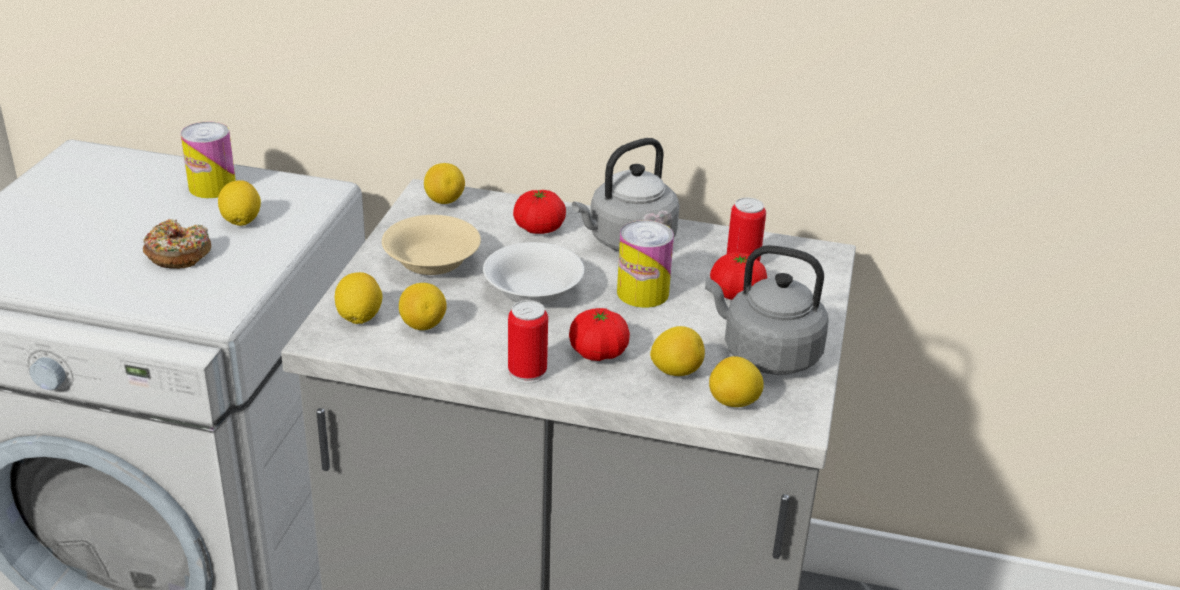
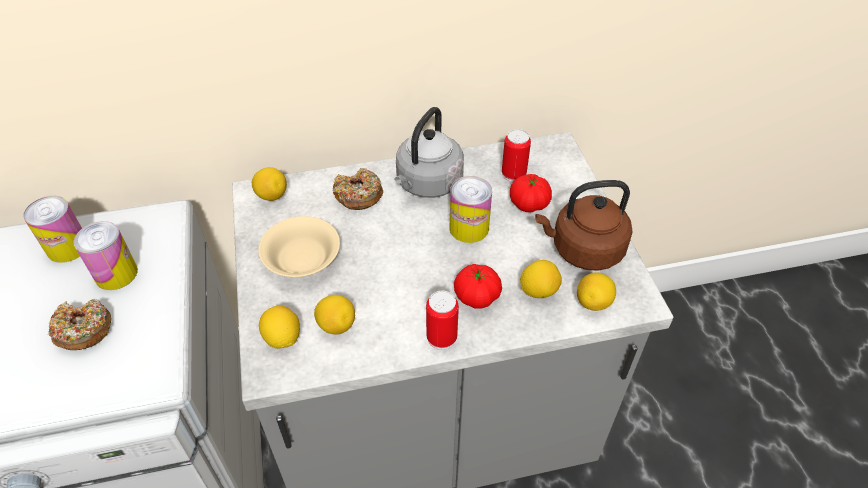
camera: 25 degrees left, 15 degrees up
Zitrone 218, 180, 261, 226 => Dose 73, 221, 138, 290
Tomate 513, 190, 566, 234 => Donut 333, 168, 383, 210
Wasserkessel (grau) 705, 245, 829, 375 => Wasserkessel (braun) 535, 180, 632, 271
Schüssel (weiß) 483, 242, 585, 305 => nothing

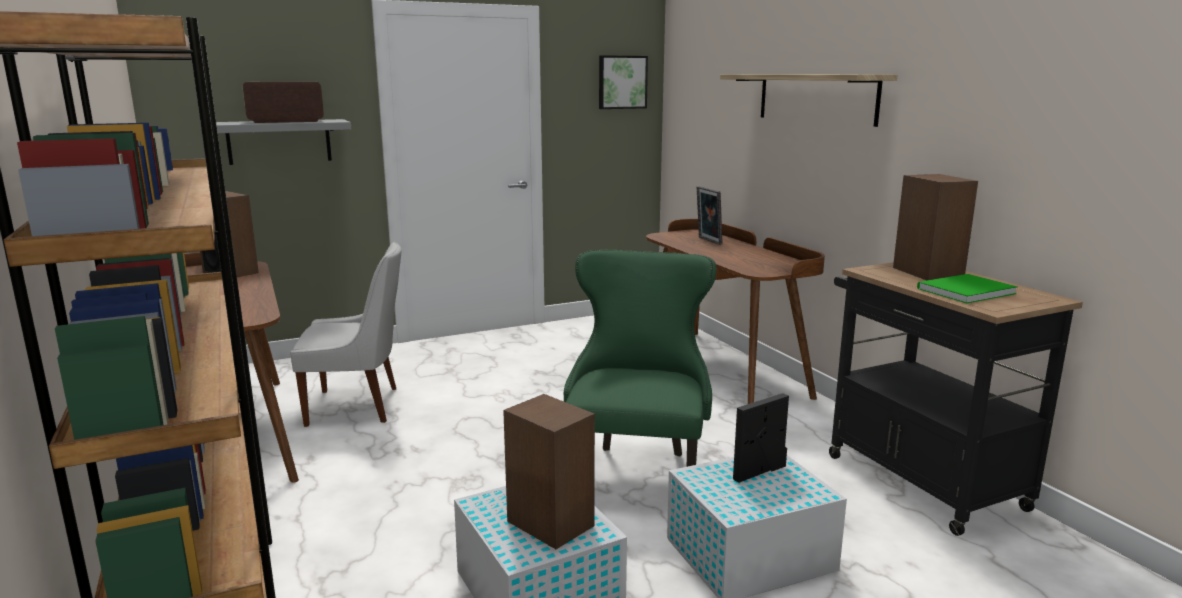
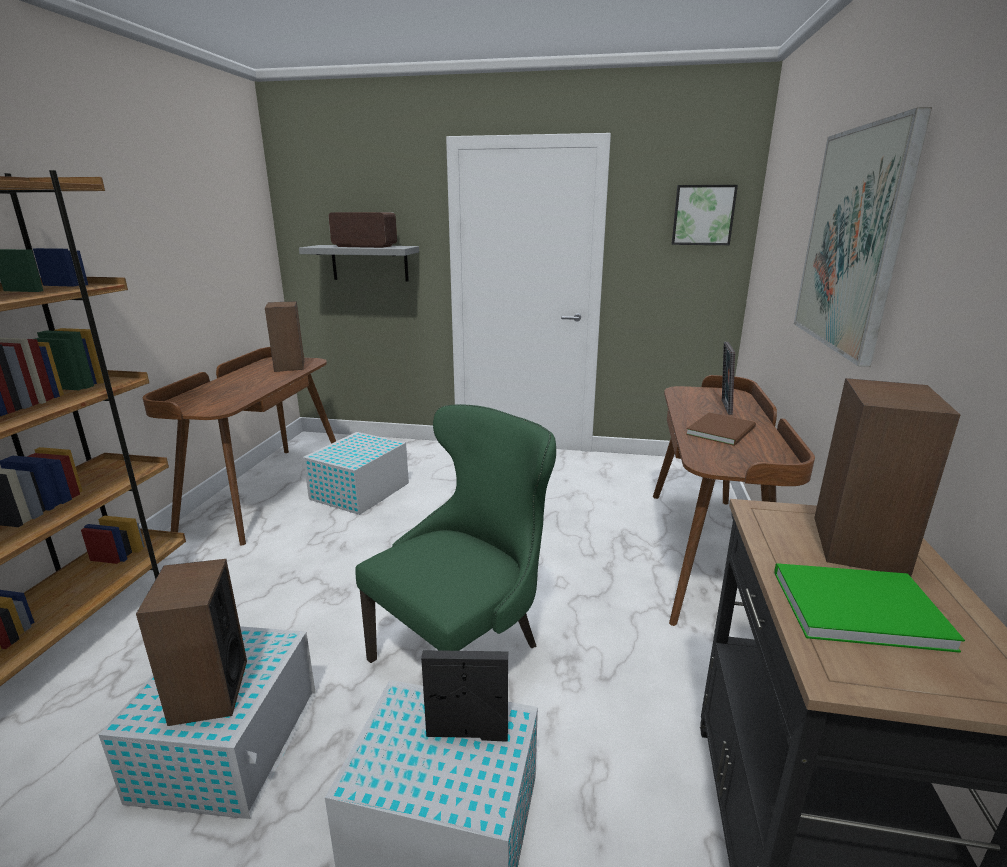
camera: 35 degrees right, 5 degrees up
Stuhl (weiß) 290, 242, 401, 427 => Aufbewahrungsbox (weiß) 303, 432, 409, 515
nothing => Buch (braun) 686, 413, 756, 446
Wandregal 720, 74, 898, 127 => Bild 794, 107, 932, 367

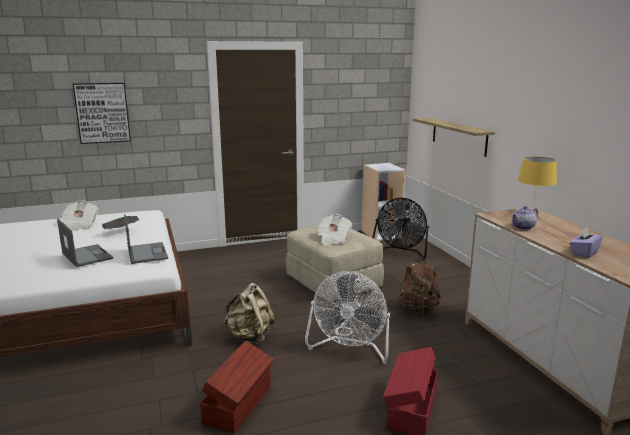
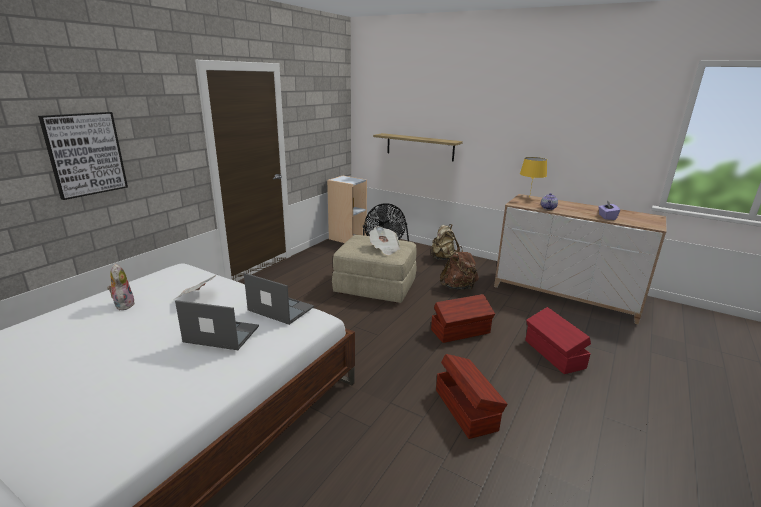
camera: 40 degrees left, 5 degrees up
Zeitung 61, 200, 99, 231 => Plüschtier 107, 263, 135, 310
Rucksack (beige) 223, 283, 275, 344 => Rucksack (beige) 431, 224, 460, 260, moved
Ventilator (weiß) 305, 271, 390, 364 => Aufbewahrungsbox (braun) 431, 294, 495, 343

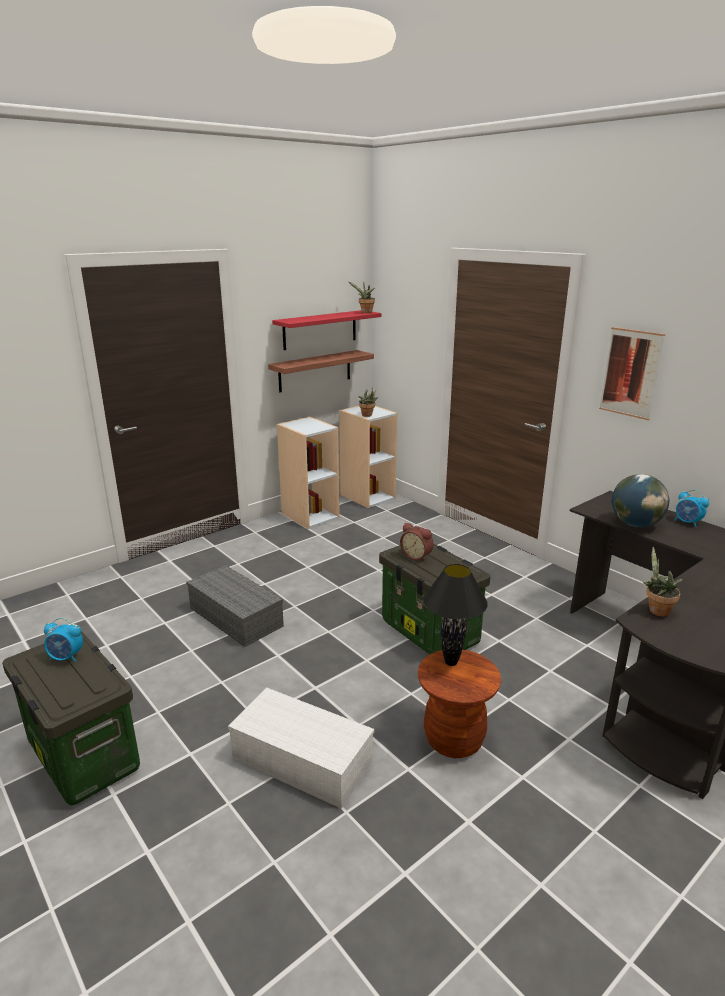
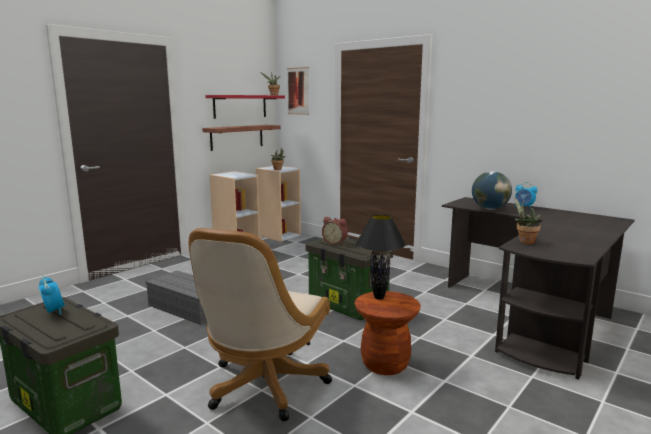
camera: 10 degrees left, 10 degrees down
Wecker 44, 618, 83, 662 => Wecker 38, 276, 65, 315, 120 degrees counterclockwise
Aufbewahrungsbox (weiß) 228, 688, 374, 809 => Bürostuhl 188, 228, 332, 421
Bild 599, 327, 665, 420 => Bild 287, 67, 310, 115, moved

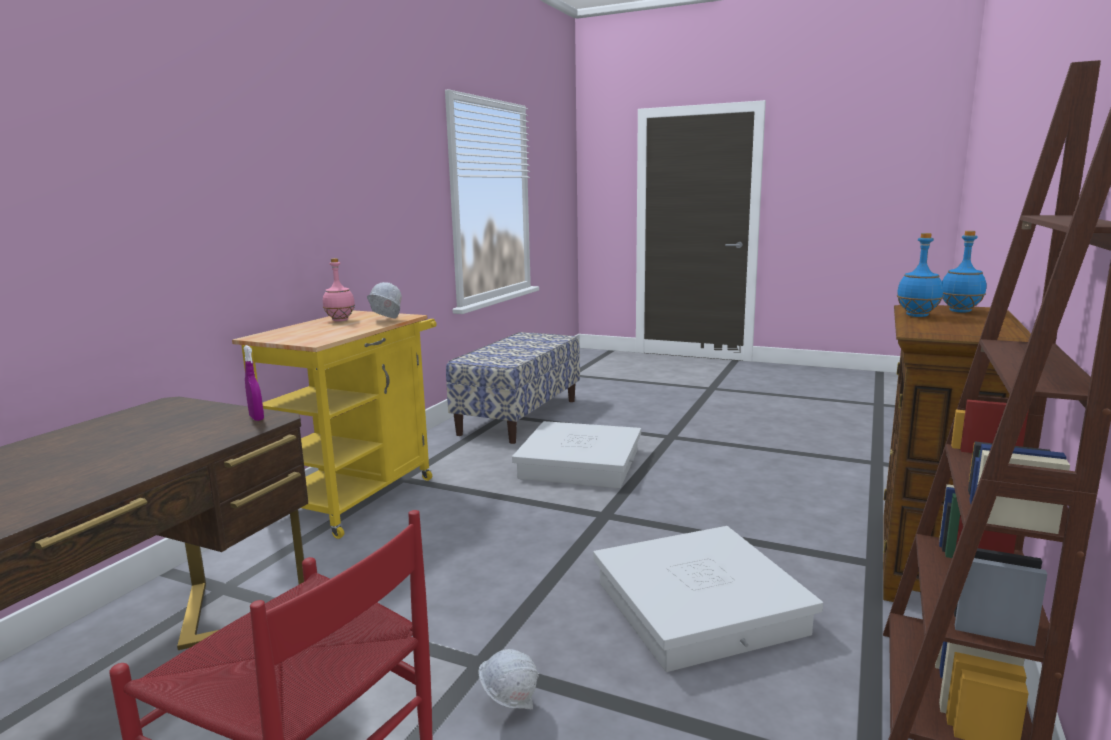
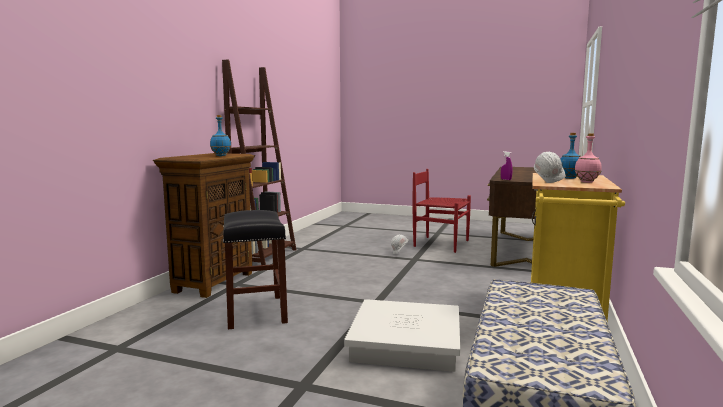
camera: 175 degrees right, 5 degrees down
nothing => Hocker (schwarz) 223, 210, 288, 330
Flasche (blau) 942, 231, 986, 313 => Flasche (blau) 560, 133, 581, 179, moved
Aufbewahrungsbox (weiß) 593, 526, 823, 672 => nothing

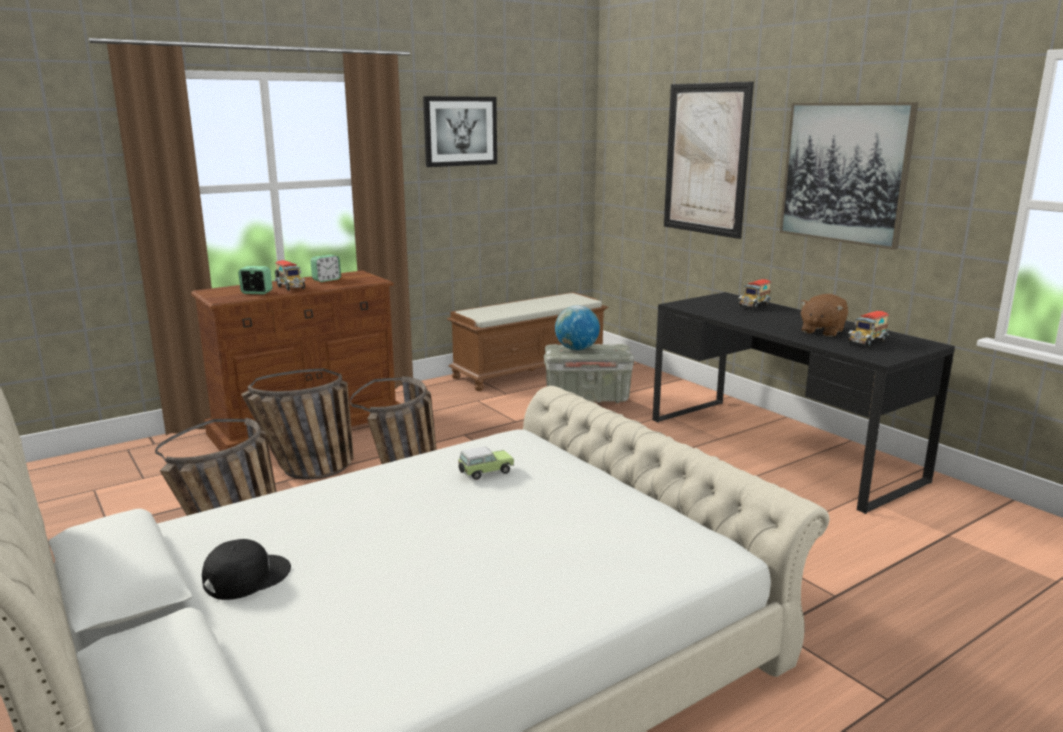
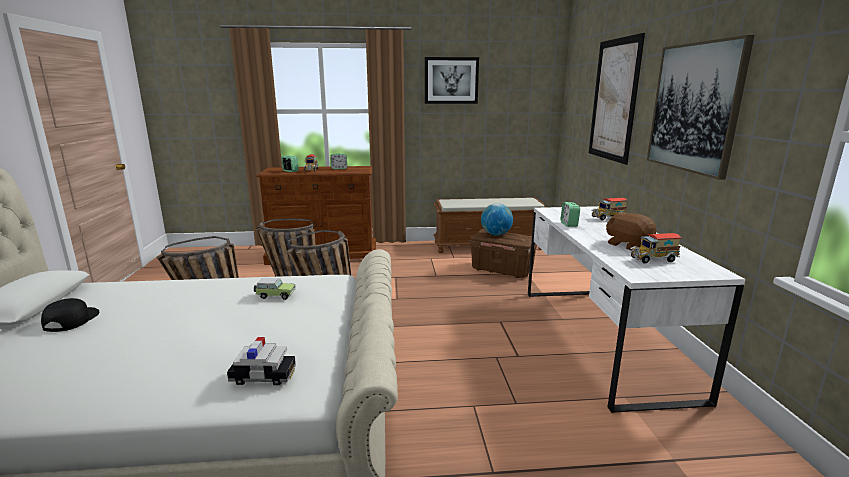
camera: 30 degrees right, 0 degrees up
Kappe (schwarz) 202, 539, 291, 600 => Kappe (schwarz) 41, 298, 99, 332, 75 degrees counterclockwise
nothing => Spielzeugauto 227, 337, 296, 385
Aufbewahrungsbox (grau) 544, 344, 634, 403 => Aufbewahrungsbox (braun) 470, 229, 537, 278
Schreibtisch (schwarz) 653, 292, 955, 514 => Schreibtisch (weiß) 528, 206, 746, 413
nothing => Wecker 561, 202, 580, 227
Plüschtier (braun) 800, 294, 848, 337 => Plüschtier (braun) 606, 212, 656, 250, 75 degrees clockwise

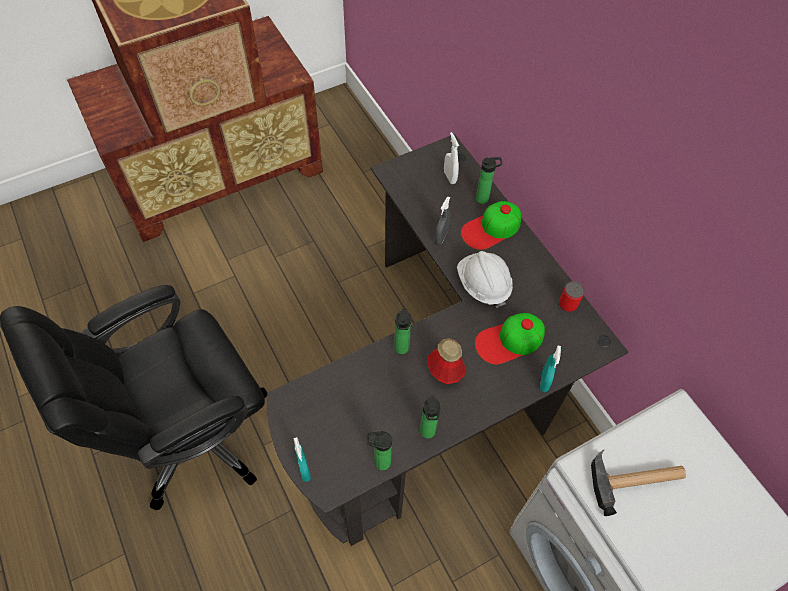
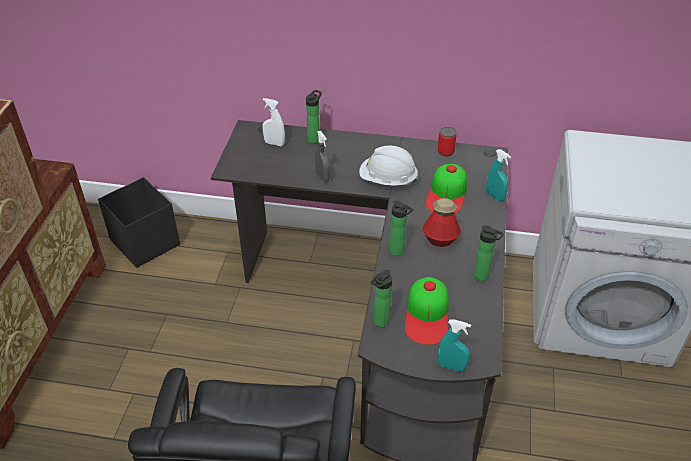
camera: 50 degrees left, 15 degrees down
nothing => Aufbewahrungsbox (schwarz) 98, 177, 180, 268
Flasche 367, 431, 393, 470 => Flasche 371, 269, 392, 327, moved
Kappe 461, 201, 521, 250 => Kappe 405, 277, 449, 345, moved
Hammer 591, 449, 686, 516 => nothing

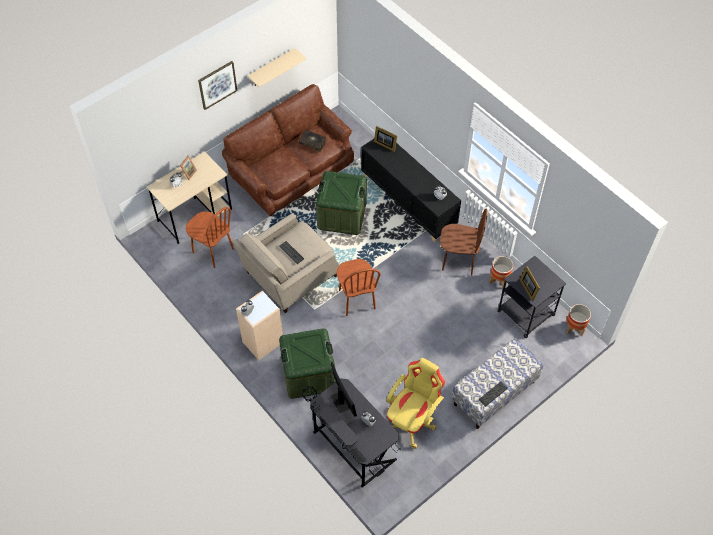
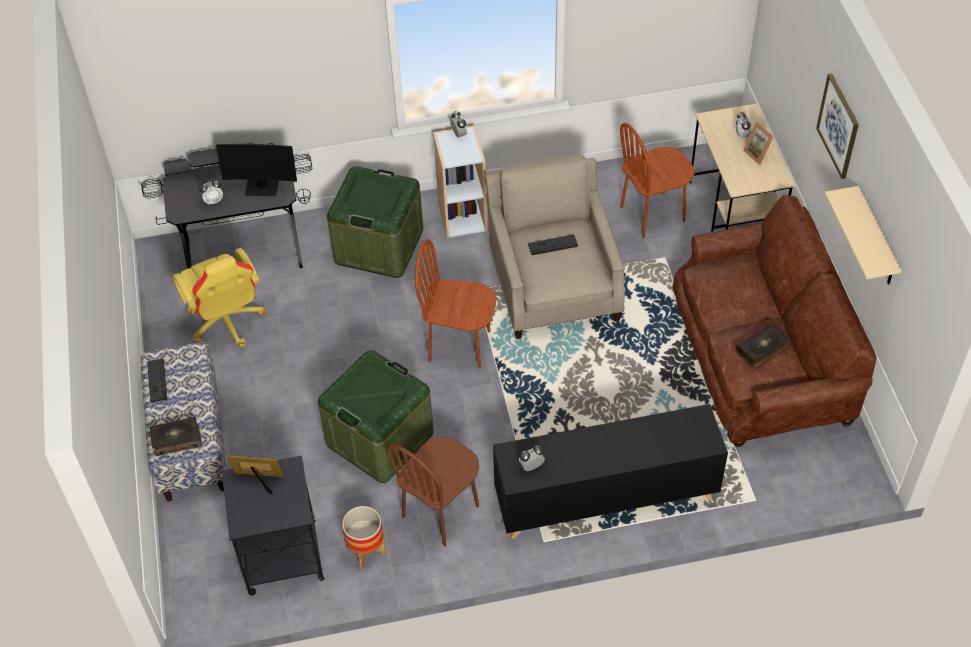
camera: 120 degrees right, 5 degrees down
nothing => Buch 150, 417, 202, 456
Aufbewahrungsbox (grün) 316, 171, 367, 235 => Aufbewahrungsbox (grün) 318, 350, 434, 483, moved
Bilderrahmen 374, 126, 397, 152 => nothing
Pflanzkübel 566, 304, 591, 337 => nothing

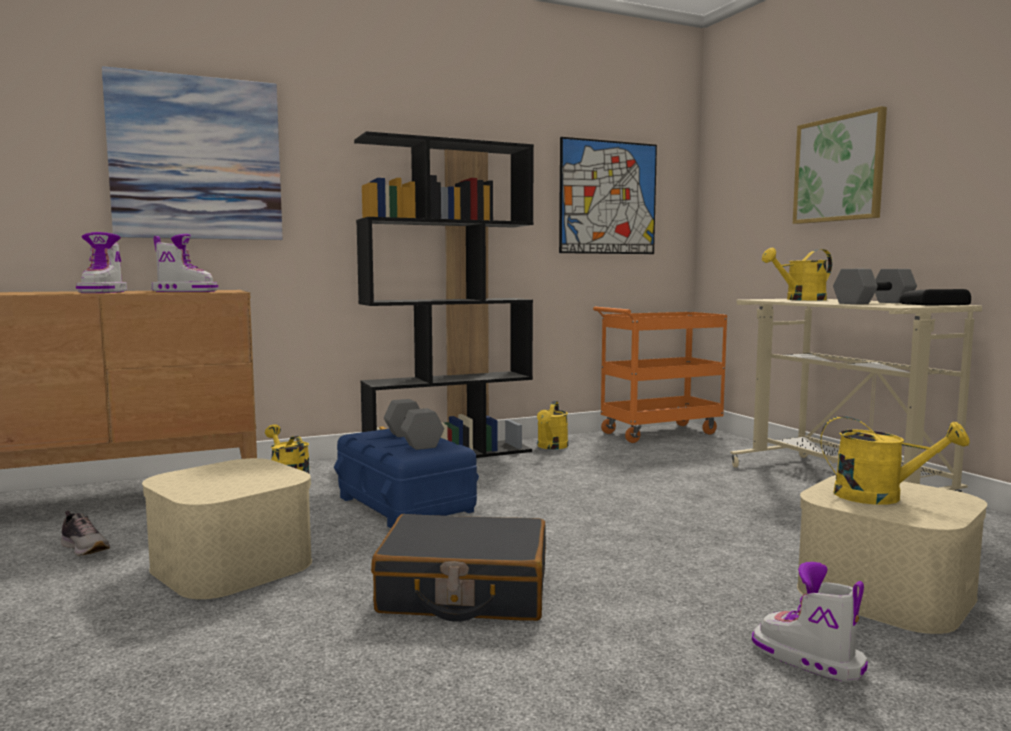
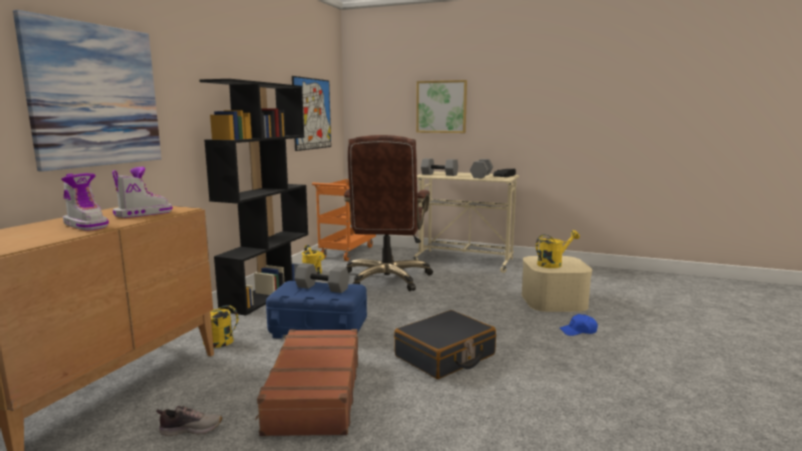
camera: 45 degrees left, 5 degrees up
Aufbewahrungsbox (beige) 142, 458, 312, 599 => Koffer (braun) 255, 329, 358, 436
nothing => Bürostuhl (braun) 344, 135, 433, 291
Gießkanne (gelb) 762, 248, 832, 300 => Hantel (grau) 421, 158, 458, 176
Stiefel 752, 562, 868, 682 => Kappe (blau) 560, 314, 598, 336

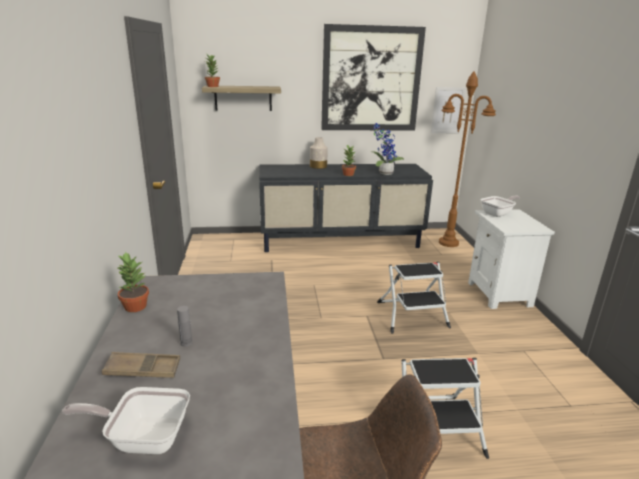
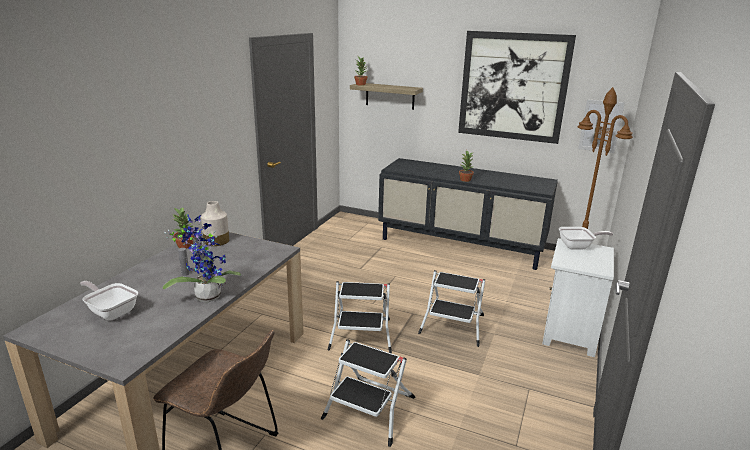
camera: 30 degrees right, 0 degrees up
Topfpflanze 373, 123, 404, 175 => Topfpflanze 163, 214, 242, 302, moved
Vase (beige) 310, 137, 328, 169 => Vase (beige) 201, 201, 229, 246, moved
nothing => Trittleiter 328, 281, 392, 354
Tablett (braun) 102, 352, 180, 378 => nothing

